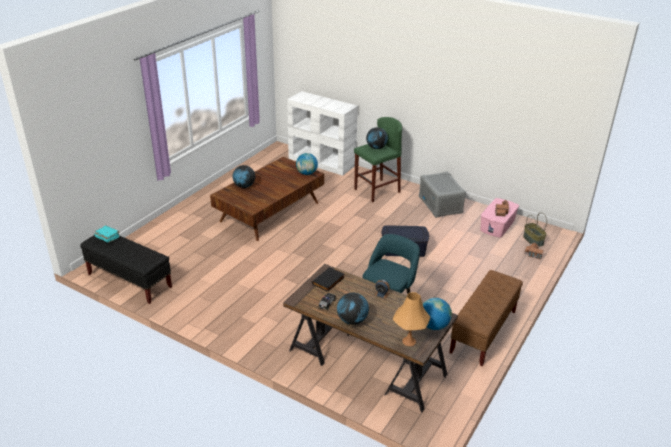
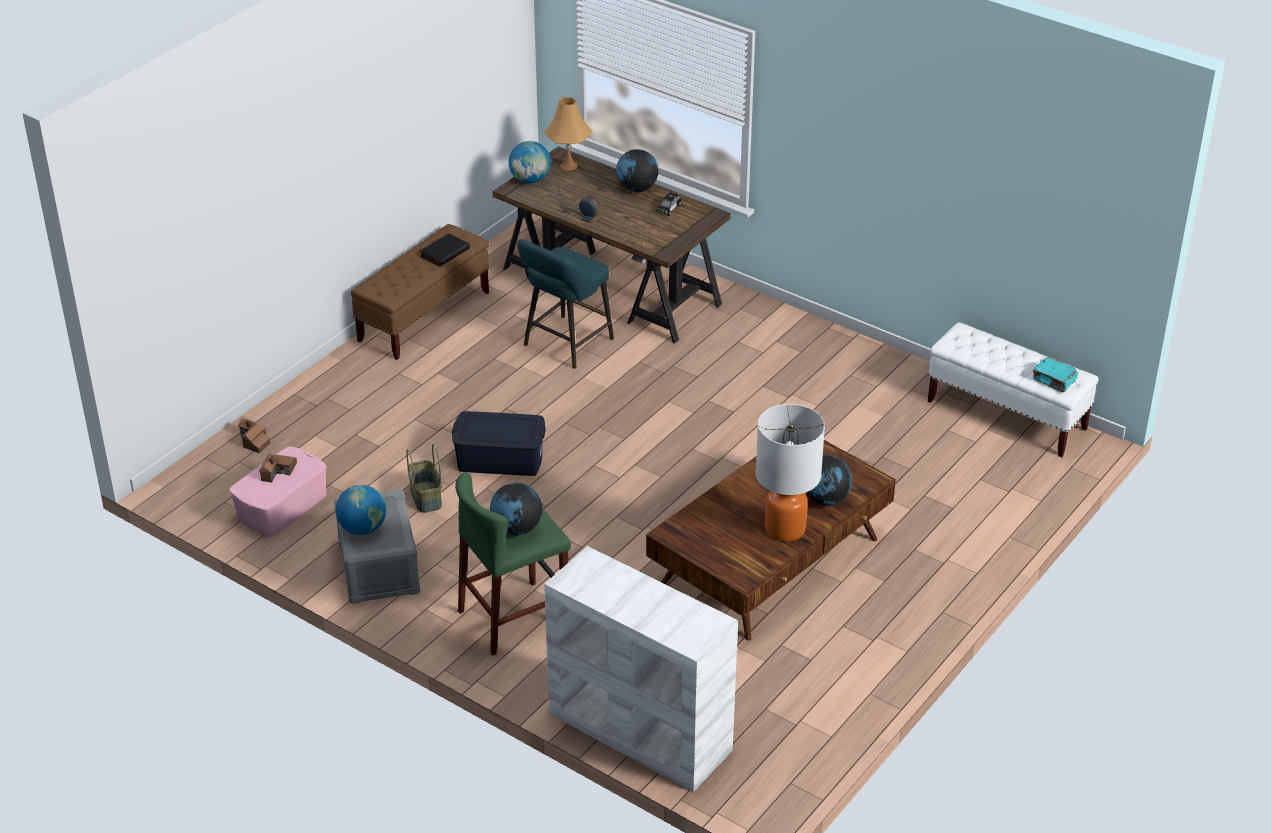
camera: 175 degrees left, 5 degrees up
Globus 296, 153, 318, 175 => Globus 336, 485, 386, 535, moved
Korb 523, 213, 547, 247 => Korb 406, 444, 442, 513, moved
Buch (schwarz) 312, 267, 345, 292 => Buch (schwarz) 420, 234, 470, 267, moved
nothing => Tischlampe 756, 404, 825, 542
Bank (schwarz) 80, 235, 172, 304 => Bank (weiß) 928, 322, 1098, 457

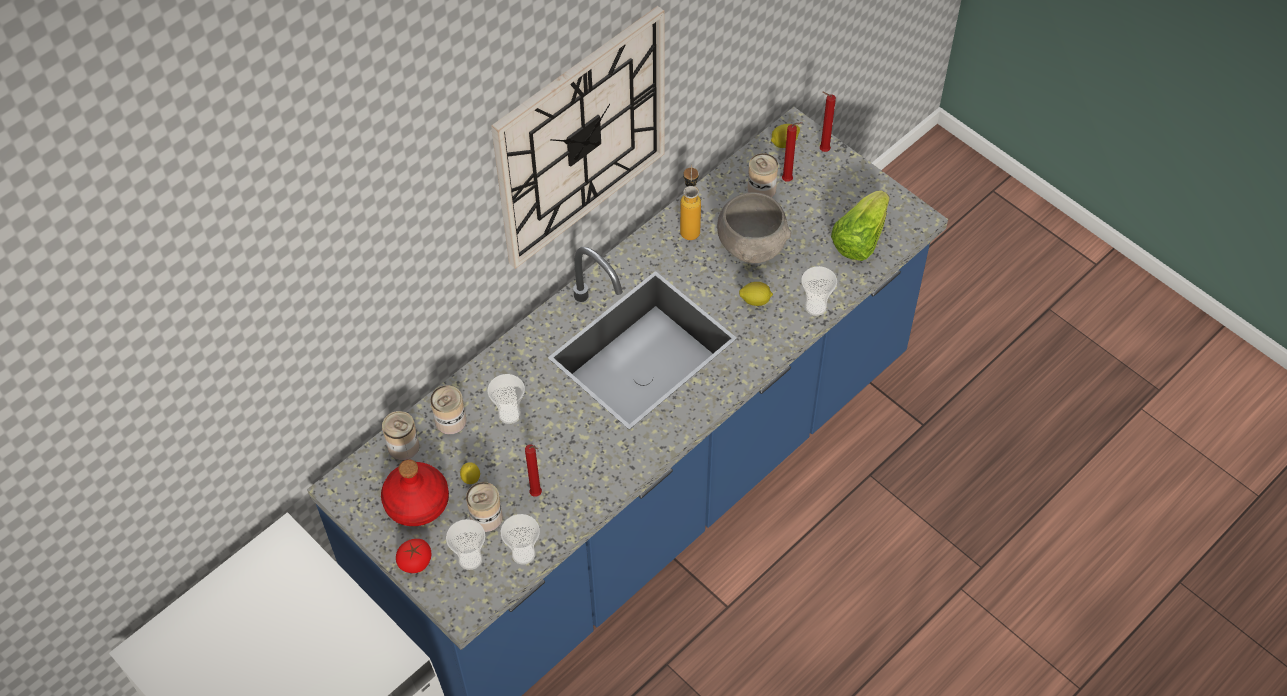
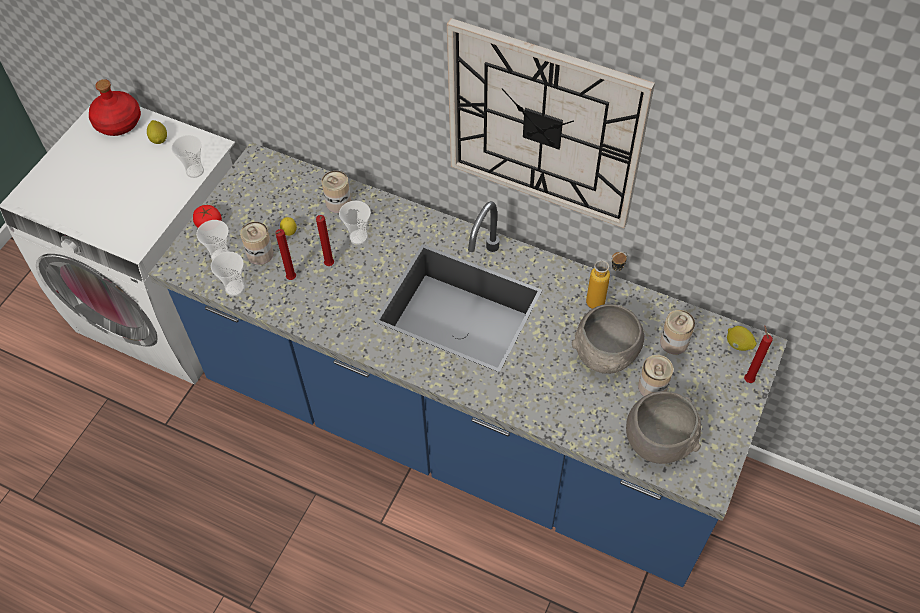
camera: 70 degrees right, 0 degrees up
Flasche (rot) 381, 460, 449, 526 => Flasche (rot) 89, 79, 141, 136, moved
Zitrone 739, 282, 773, 306 => Zitrone 147, 120, 167, 144, moved
Tasse 801, 266, 837, 316 => Tasse 172, 135, 204, 178, moved
Kerze (rot) 782, 122, 802, 182 => Kerze (rot) 316, 215, 334, 266, moved
Salatkopf 831, 190, 890, 261 => Schüssel (grau) 626, 392, 701, 464
Dose 382, 411, 419, 460 => Dose 638, 355, 673, 396, moved

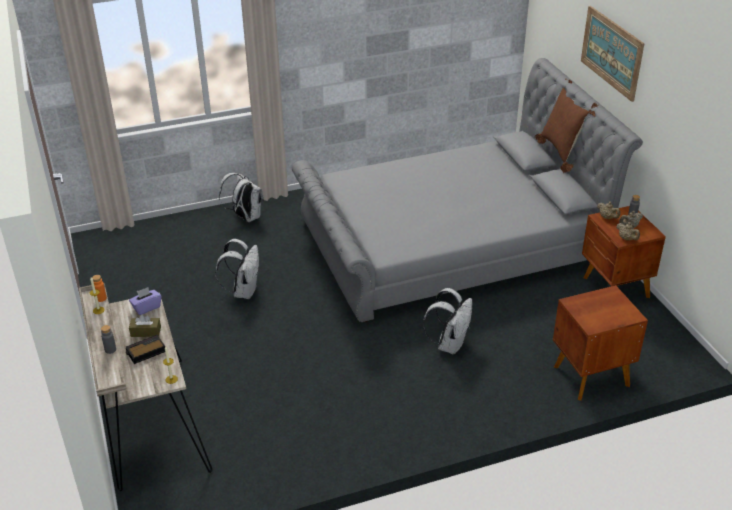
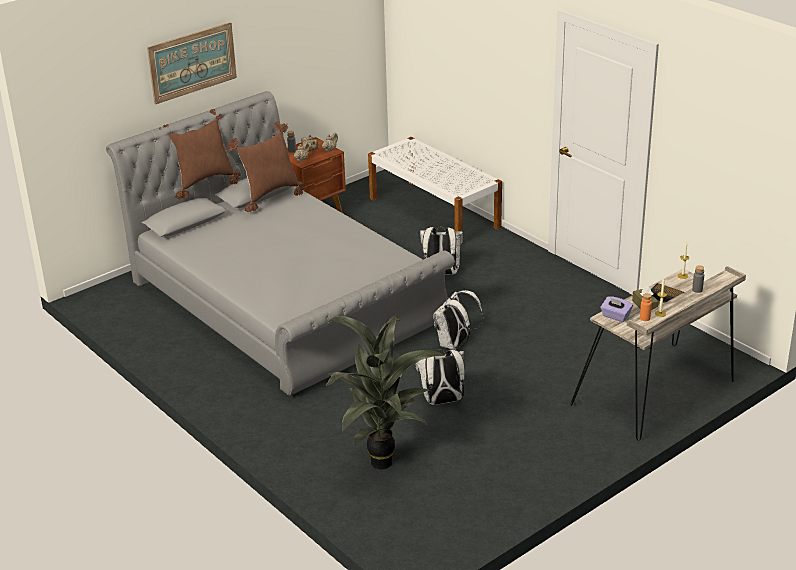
camera: 110 degrees left, 5 degrees down
nothing => Kissen (braun) 226, 121, 305, 212
nothing => Topfpflanze 325, 315, 446, 470
Nachttisch (braun) 553, 285, 648, 401 => Bank (weiß) 368, 137, 502, 246
Rucksack (weiß) 219, 173, 264, 222 => Rucksack (weiß) 433, 290, 483, 350, moved

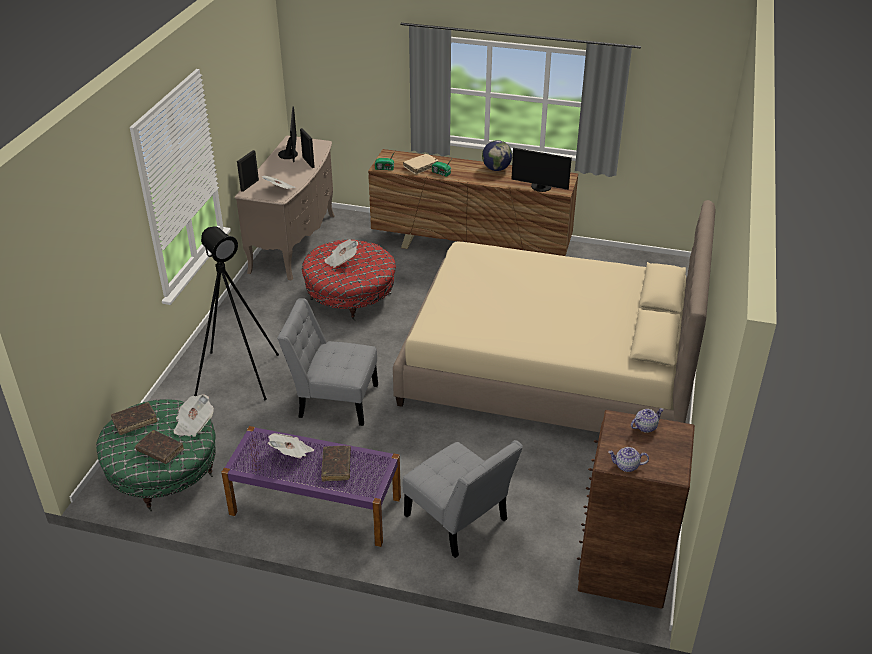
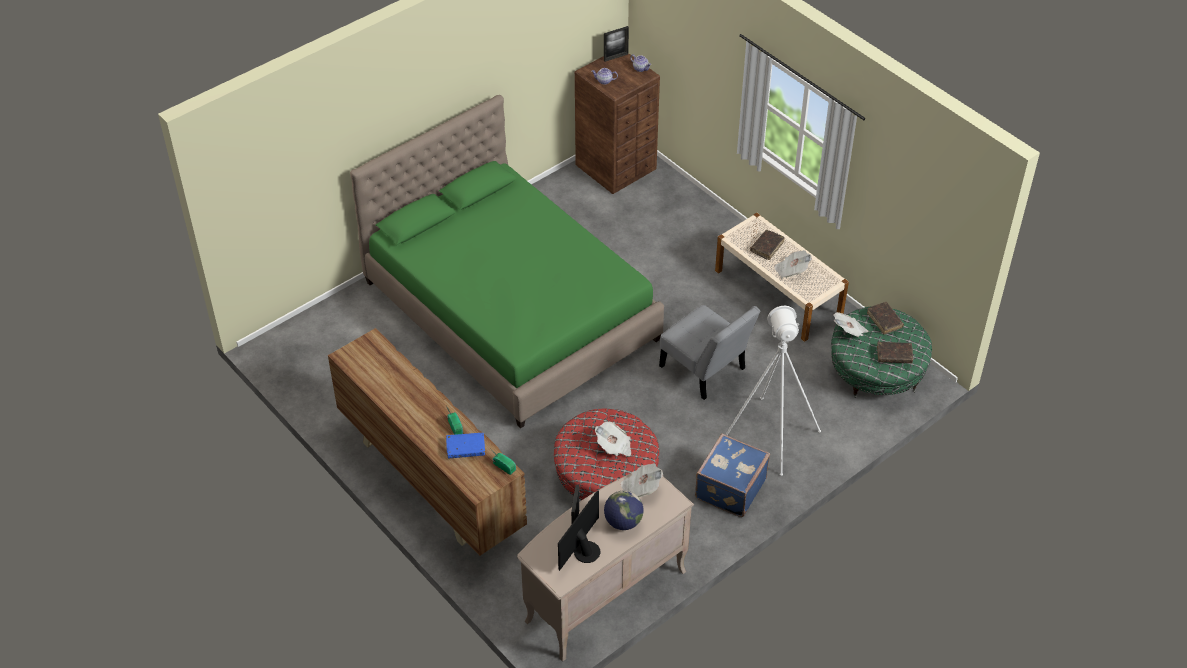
camera: 145 degrees left, 10 degrees up
Bett (beige) 393, 200, 716, 432 => Bett (grün) 350, 95, 664, 429
Buch (beige) 403, 154, 439, 175 => Buch (blau) 446, 433, 485, 458
Bilderrahmen 237, 150, 259, 192 => Bilderrahmen 604, 26, 629, 62, moved
Globus 482, 140, 512, 171 => Globus 604, 491, 644, 530, moved
nothing => Koffer (blau) 695, 433, 770, 517
Bank (lila) 221, 426, 401, 547 => Bank (beige) 715, 213, 849, 342
Stehlampe (schwarz) 194, 226, 279, 400 => Stehlampe (weiß) 725, 306, 821, 476
Stuhl (grau) 403, 440, 523, 558 => nothing
Monitor 512, 148, 572, 192 => nothing

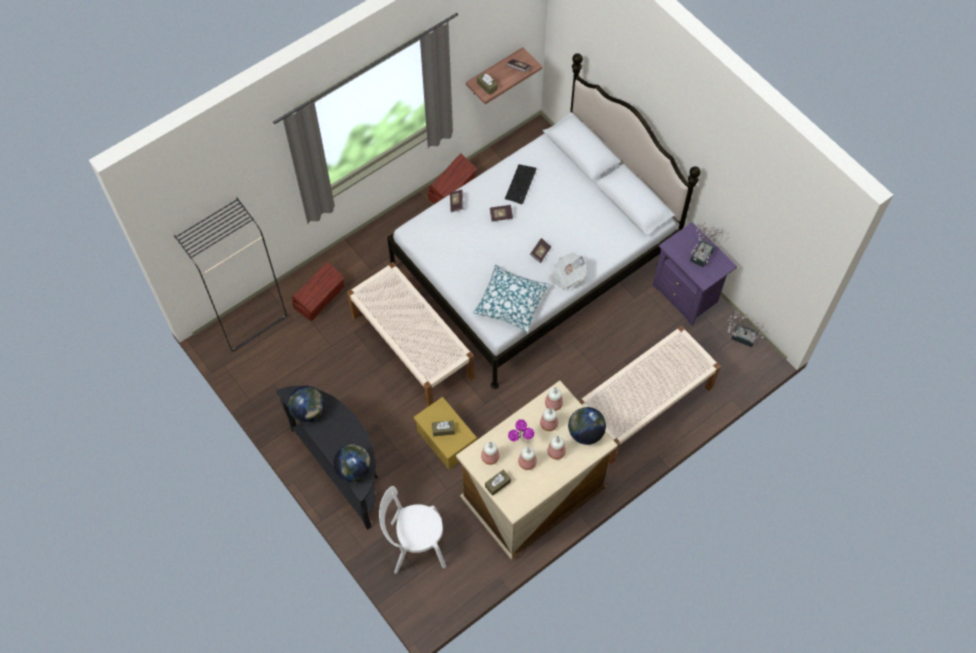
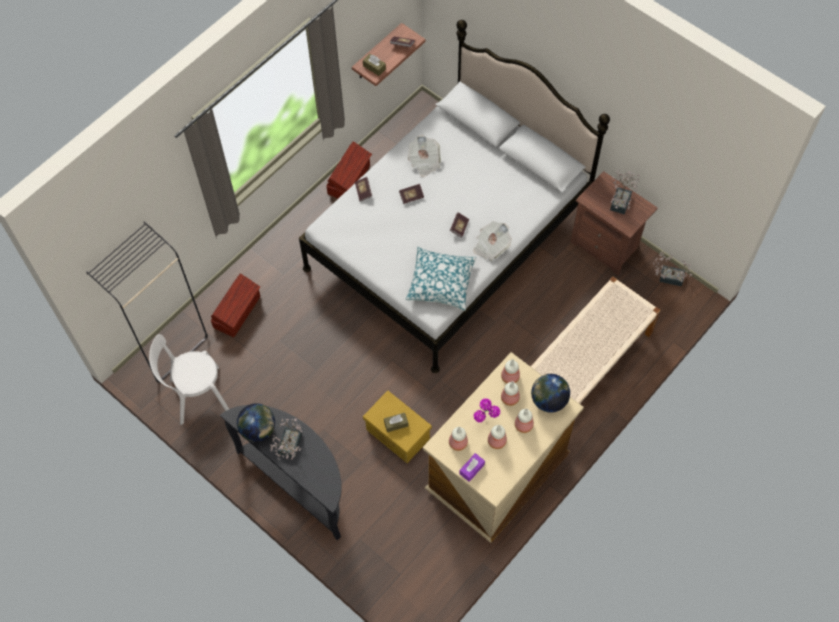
camera: 10 degrees left, 0 degrees up
Stuhl (weiß) 379, 486, 446, 574 => Stuhl (weiß) 149, 334, 229, 425, moved
nothing => Topfpflanze 270, 418, 302, 460
Tastatur 505, 164, 536, 205 => Zeitung 407, 135, 441, 177
Taschentuchbox (braun) 485, 470, 511, 496 => Taschentuchbox (lila) 459, 453, 485, 482
Nachttisch (lila) 653, 222, 737, 326 => Nachttisch (braun) 571, 171, 658, 276
Globus 333, 444, 371, 482 => nothing
Bank (beige) 347, 262, 474, 407 => nothing

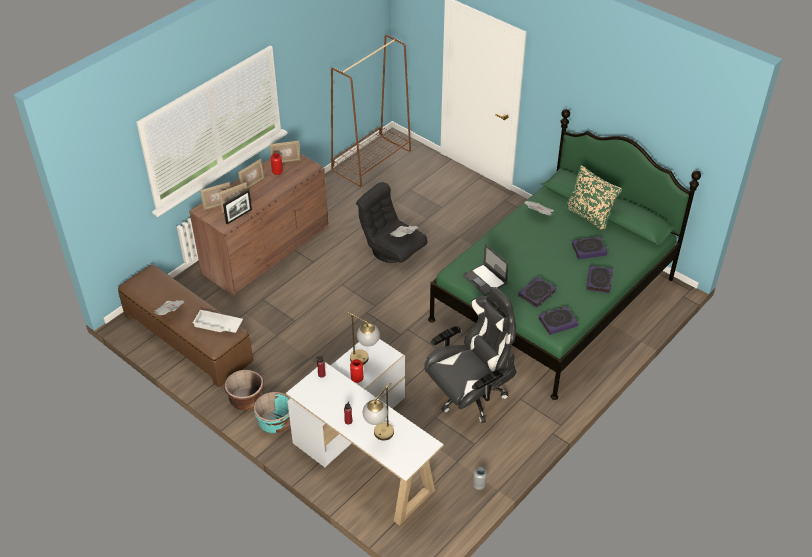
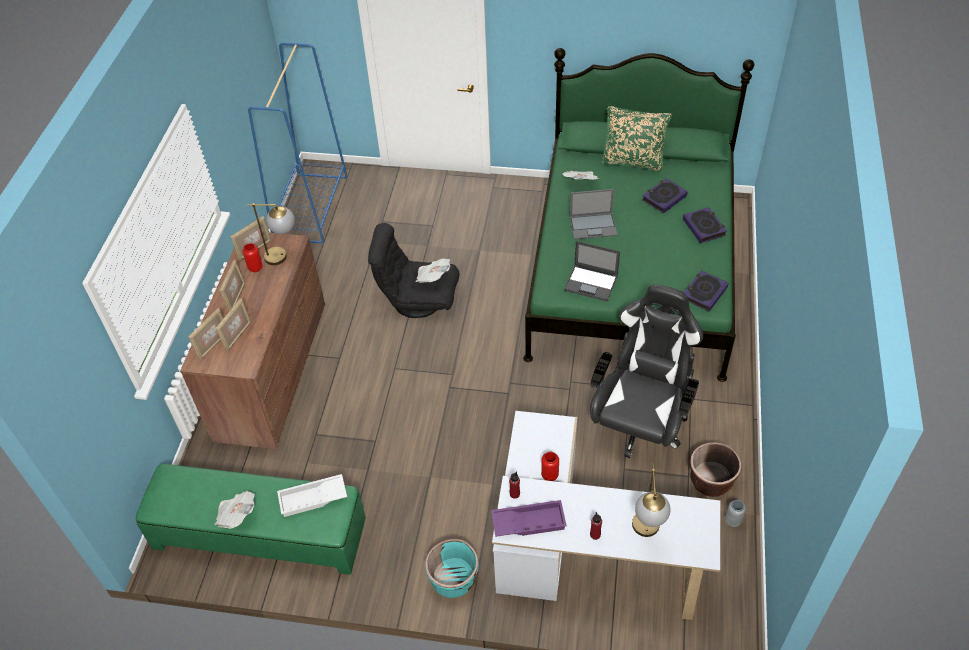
camera: 30 degrees left, 5 degrees up
Bank (braun) 118, 265, 253, 387 => Bank (grün) 136, 464, 366, 575
Tischlampe 347, 313, 380, 365 => Tischlampe 246, 203, 295, 265, moved
Kleiderständer (braun) 331, 35, 411, 187 => Kleiderständer (blau) 248, 42, 347, 243
nothing => Tablett (lila) 491, 500, 567, 537
nothing => Laptop 570, 189, 617, 239
Pflanzkübel (braun) 224, 369, 264, 410 => Pflanzkübel (braun) 690, 442, 742, 497, moved
Bilderrahmen 223, 190, 252, 224 => nothing
Buch 518, 277, 556, 308 => nothing

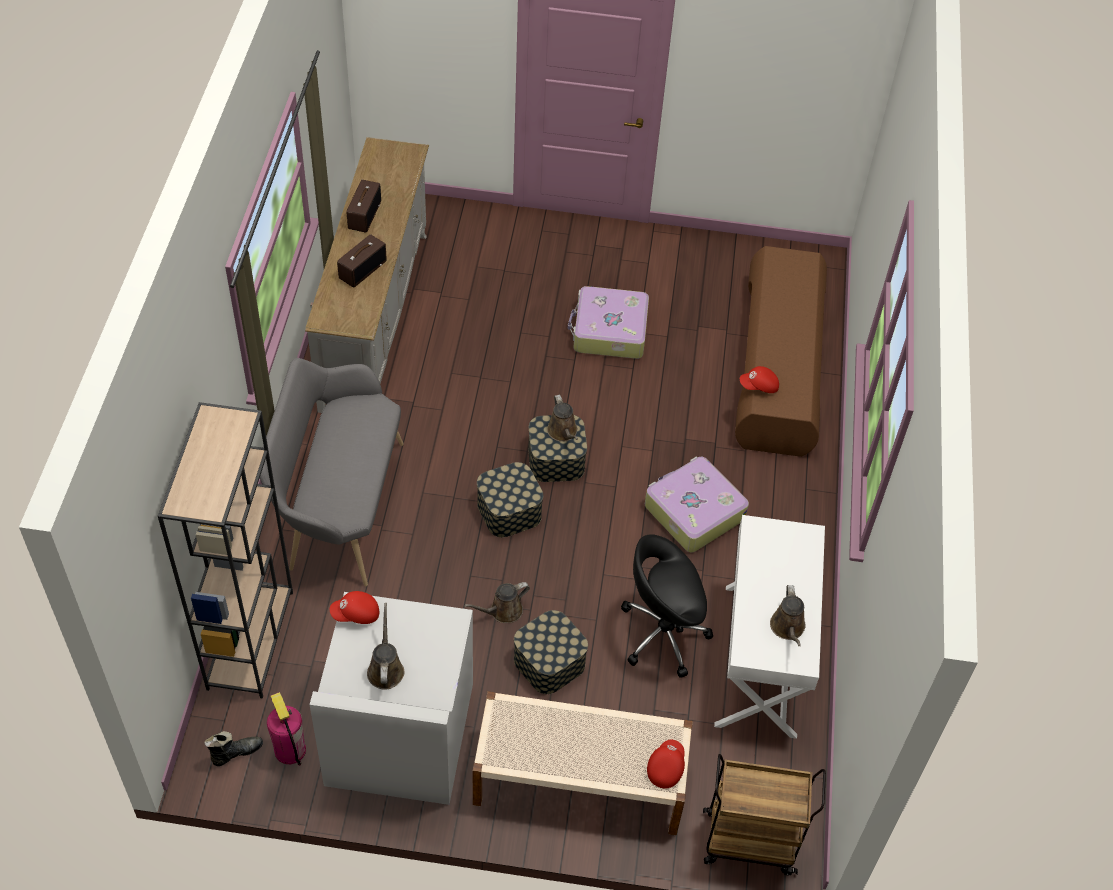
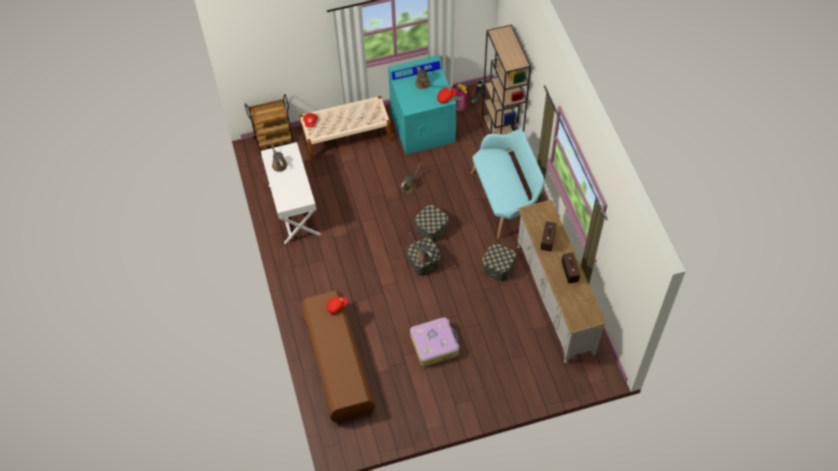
camera: 160 degrees right, 5 degrees up
Waschmaschine (weiß) 309, 592, 473, 805 => Waschmaschine (türkis) 388, 55, 456, 154
Bank (grau) 260, 358, 404, 586 => Bank (türkis) 471, 129, 544, 240
Aufbewahrungsbox 514, 610, 588, 694 => Aufbewahrungsbox 482, 243, 516, 281, moved
Bürostuhl (schwarz) 621, 534, 713, 678 => nothing
Koffer 645, 457, 749, 553 => nothing

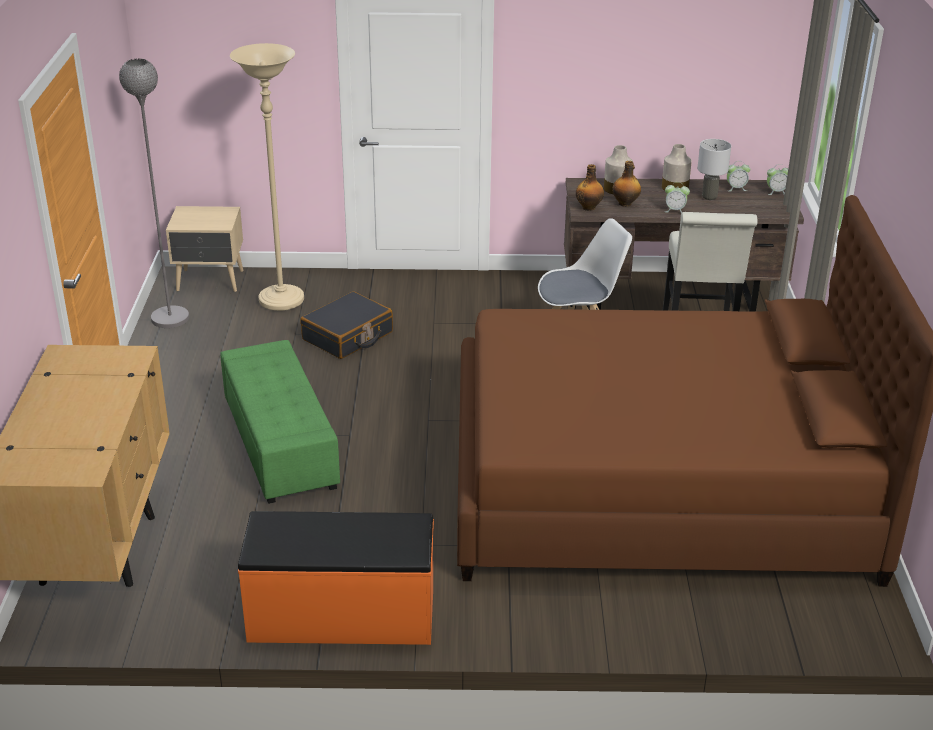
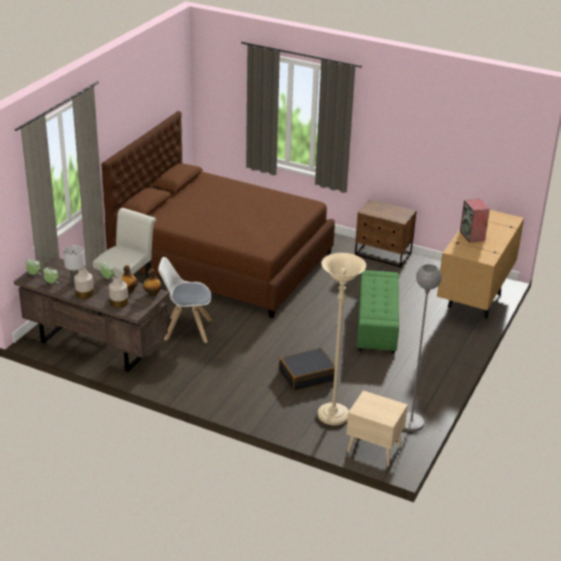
camera: 155 degrees left, 0 degrees up
Bank (orange) 238, 511, 434, 645 => Nachttisch (braun) 355, 199, 417, 268
nothing => Lautsprecher 460, 198, 490, 243

